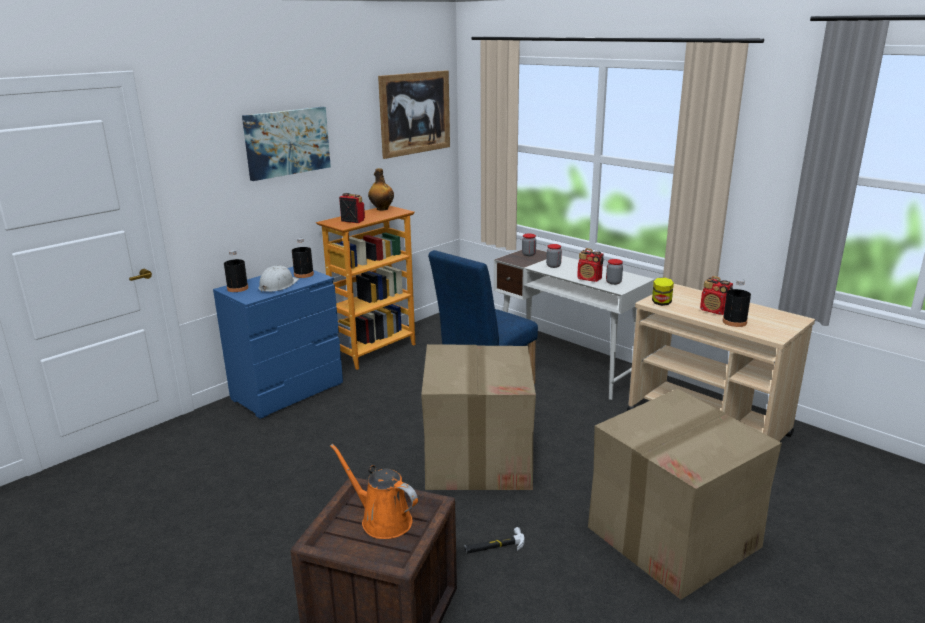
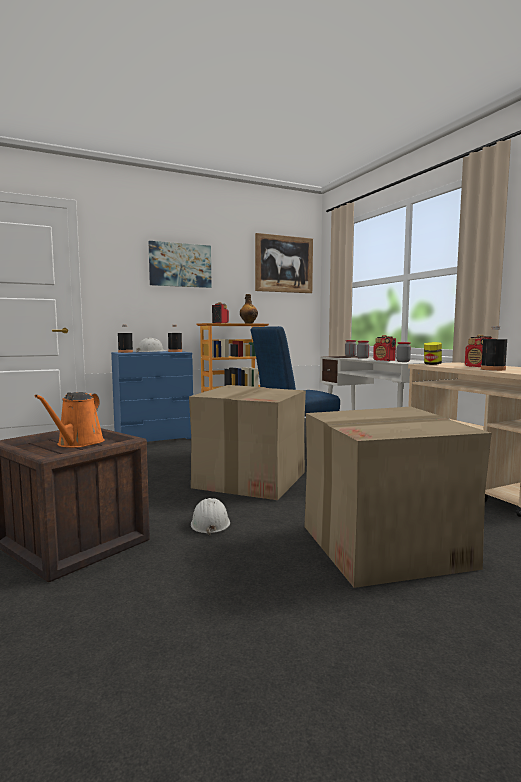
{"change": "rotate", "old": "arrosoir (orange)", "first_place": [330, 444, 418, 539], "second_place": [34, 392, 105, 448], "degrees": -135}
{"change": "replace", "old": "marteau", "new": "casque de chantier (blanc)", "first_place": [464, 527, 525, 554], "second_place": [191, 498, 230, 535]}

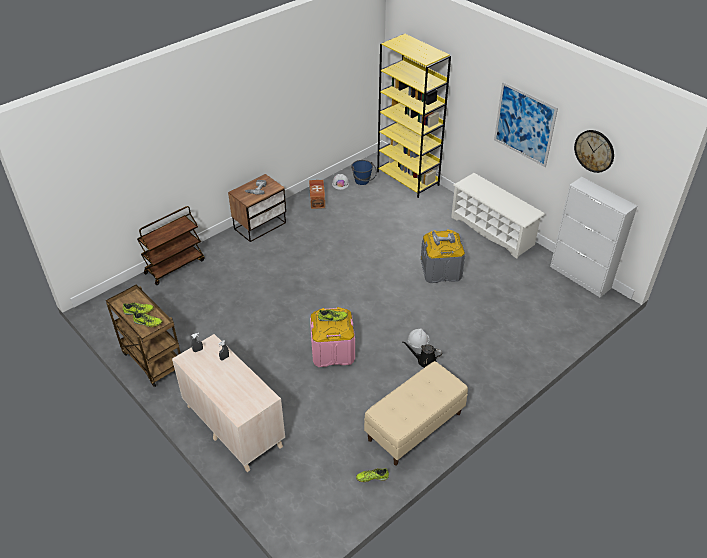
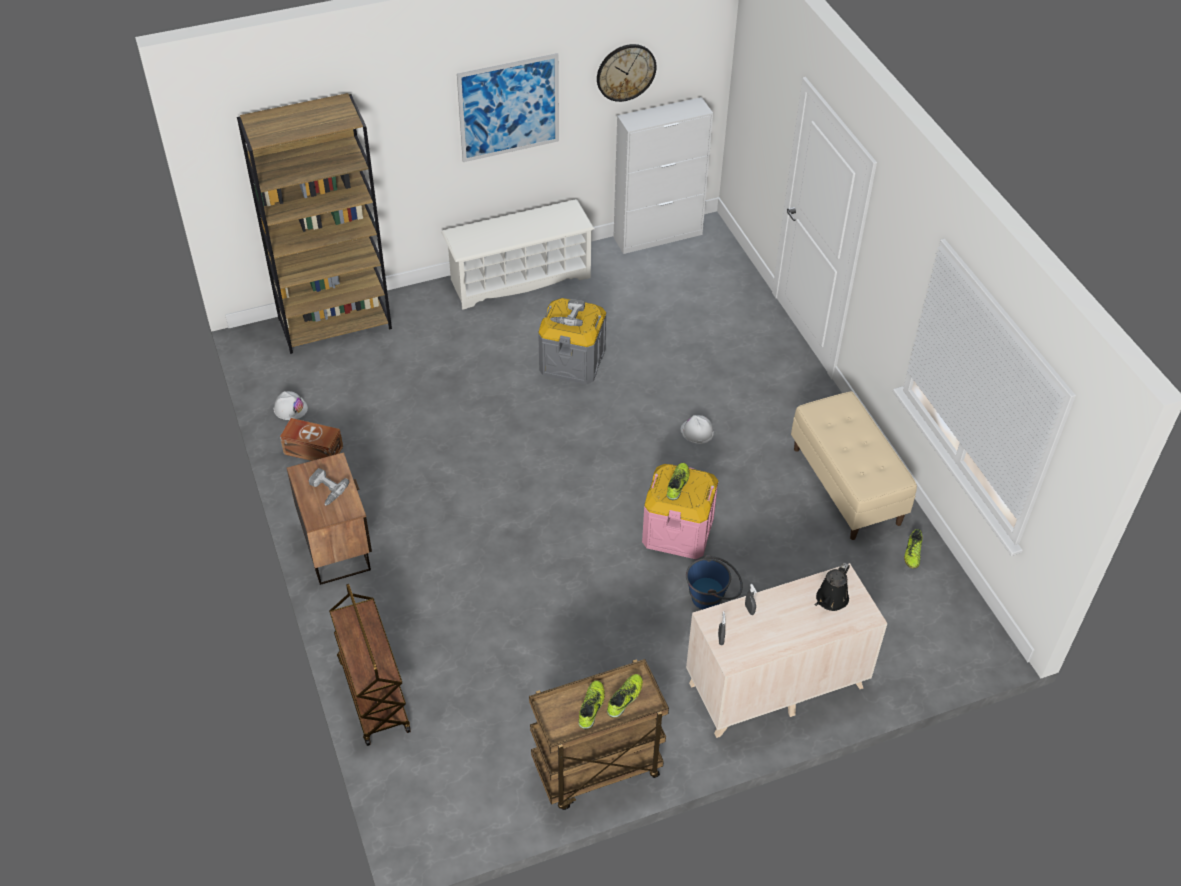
{"change": "move", "old": "seau (bleu)", "first_place": [351, 160, 377, 185], "second_place": [686, 555, 743, 609]}
{"change": "recolor", "old": "bibliothèque (jaune)", "new": "bibliothèque (marron)", "first_place": [377, 34, 451, 198], "second_place": [237, 93, 392, 354]}
{"change": "move", "old": "arrosoir (noir)", "first_place": [402, 341, 442, 368], "second_place": [815, 563, 850, 611]}

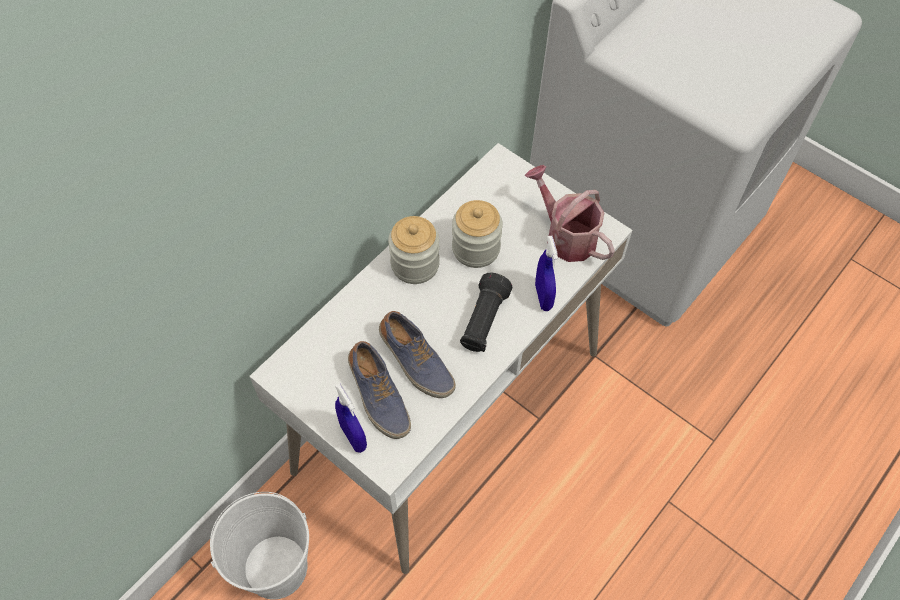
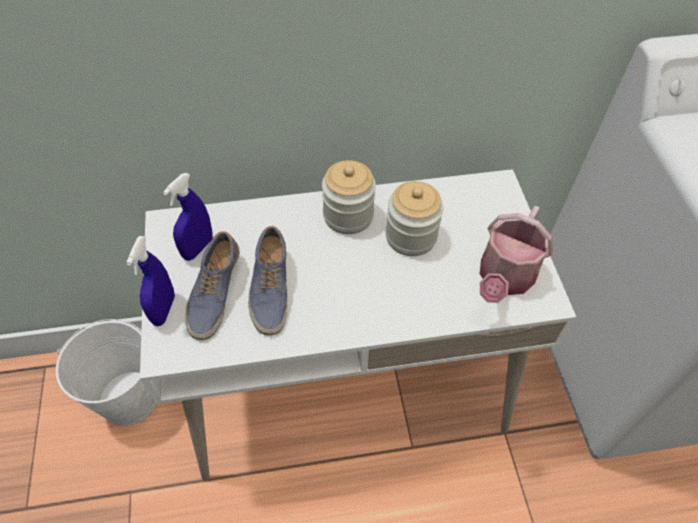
{"change": "delete", "old": "lampe de poche (noir)", "first_place": [460, 273, 512, 352]}
{"change": "rotate", "old": "arrosoir", "first_place": [525, 165, 615, 262], "second_place": [480, 206, 553, 303], "degrees": -150}
{"change": "move", "old": "vaporisateur (bleu)", "first_place": [535, 236, 558, 311], "second_place": [163, 173, 212, 261]}

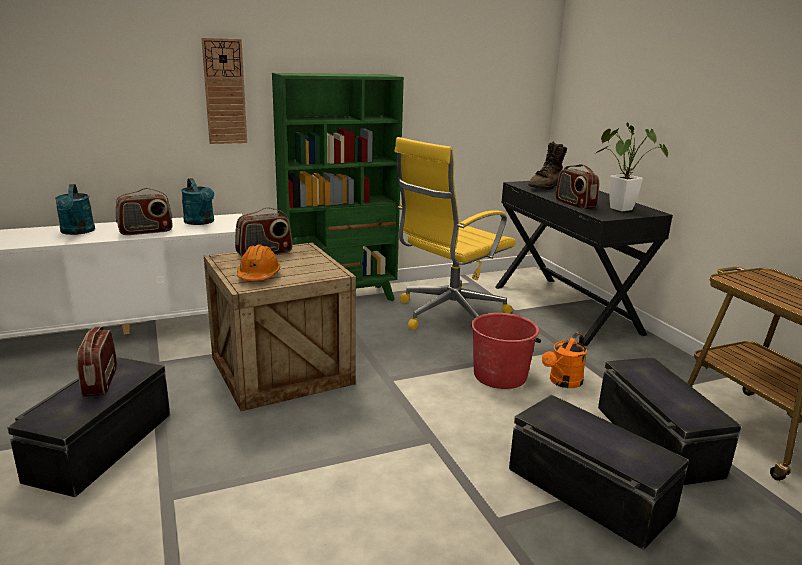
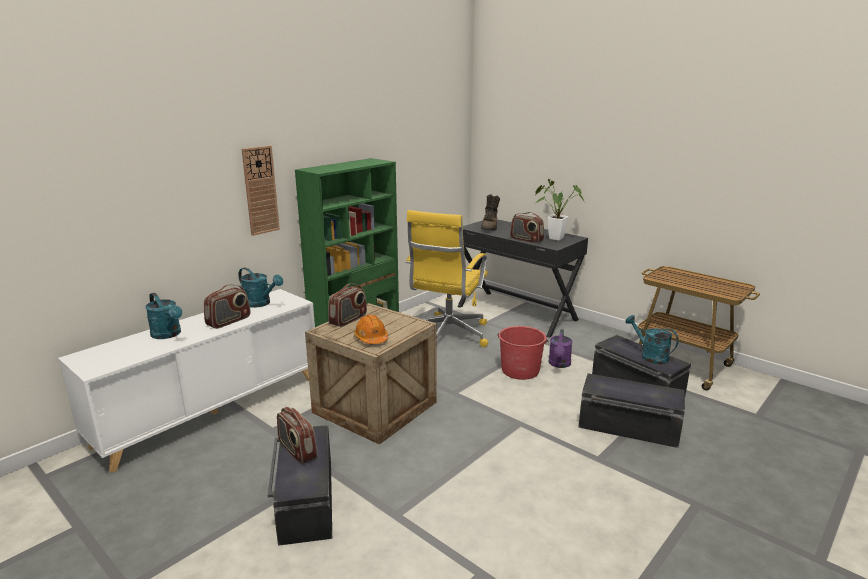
{"change": "recolor", "old": "arrosoir (orange)", "new": "arrosoir (violet)", "first_place": [542, 333, 587, 388], "second_place": [548, 329, 573, 368]}
{"change": "insert", "new": "arrosoir (turquoise)", "second_place": [625, 315, 679, 364]}

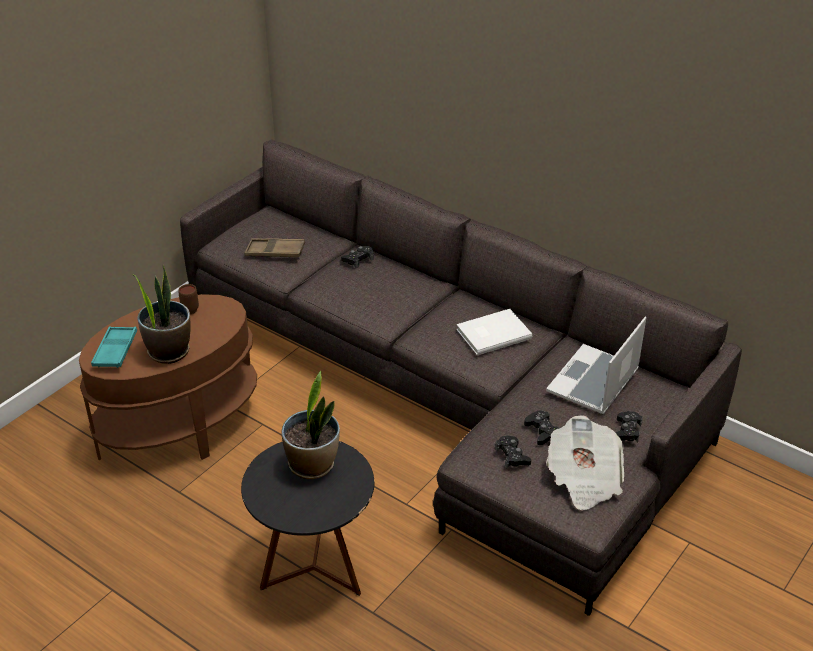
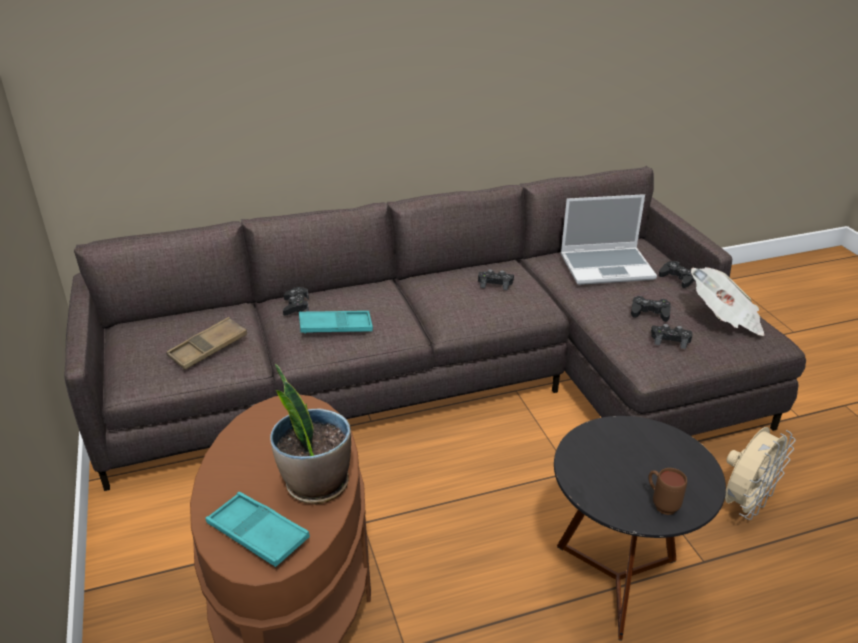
{"change": "move", "old": "mug (marron)", "first_place": [178, 284, 199, 314], "second_place": [648, 468, 687, 515]}
{"change": "delete", "old": "plante en pot", "first_place": [281, 371, 340, 479]}
{"change": "replace", "old": "livre (blanc)", "new": "manette (noir)", "first_place": [456, 309, 532, 355], "second_place": [478, 269, 514, 290]}
{"change": "rotate", "old": "ordinateur portable", "first_place": [546, 317, 646, 414], "second_place": [561, 194, 657, 285], "degrees": -75}
{"change": "insert", "new": "plateau (turquoise)", "second_place": [299, 311, 373, 334]}
{"change": "insert", "new": "ventilateur (beige)", "second_place": [725, 427, 796, 520]}

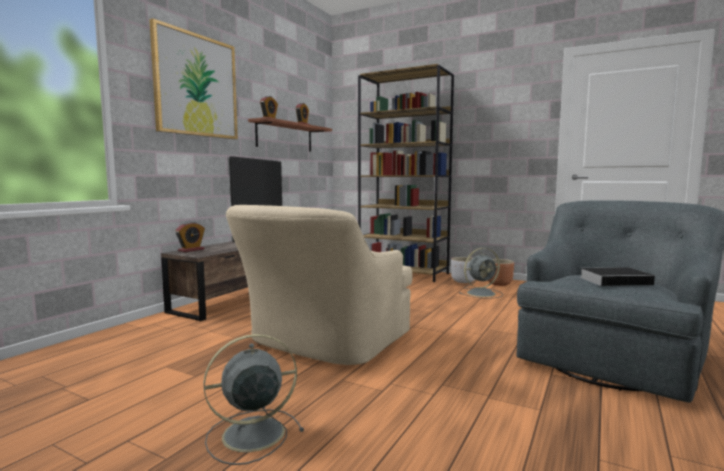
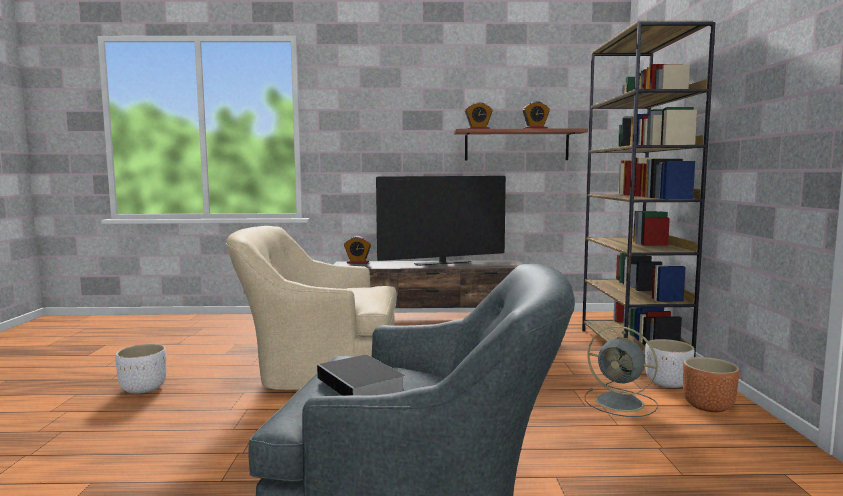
{"change": "delete", "old": "tableau", "first_place": [149, 18, 238, 139]}
{"change": "replace", "old": "ventilateur (gris)", "new": "cache-pot (blanc)", "first_place": [204, 334, 304, 465], "second_place": [115, 344, 167, 394]}

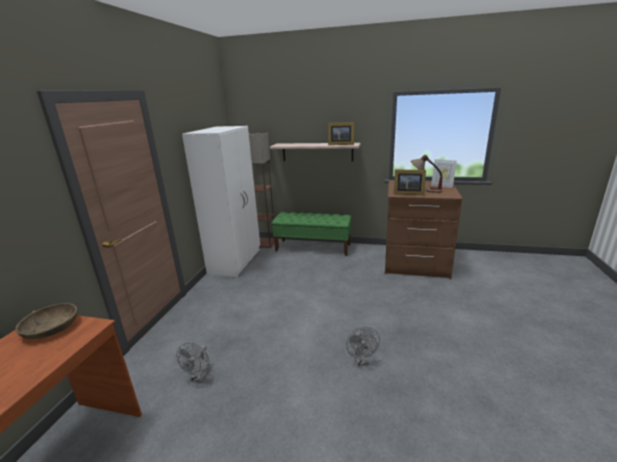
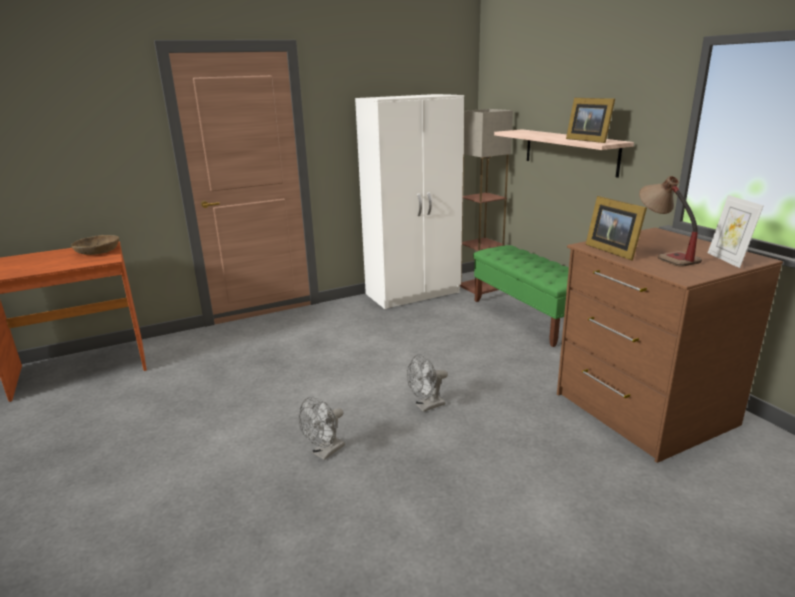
{"change": "move", "old": "ventilateur (gris)", "first_place": [177, 343, 211, 383], "second_place": [407, 354, 448, 412]}

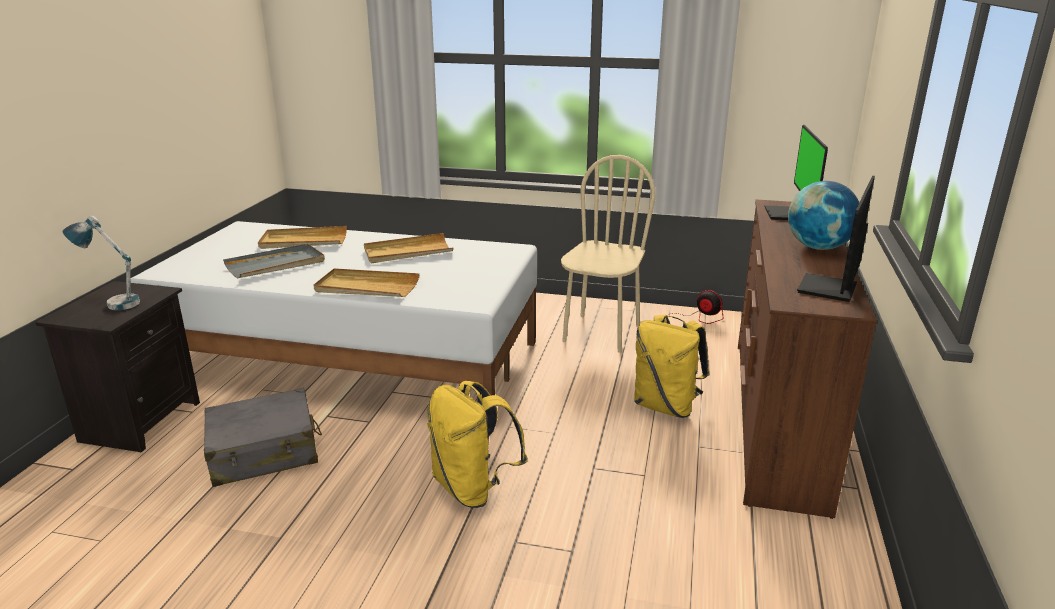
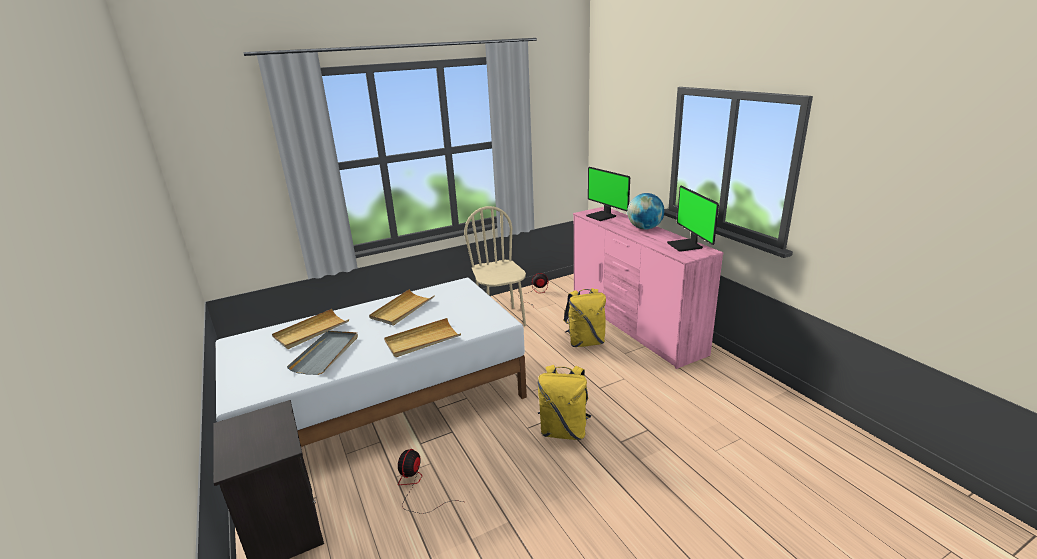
{"change": "delete", "old": "lampe de table", "first_place": [63, 216, 140, 310]}
{"change": "replace", "old": "valise (gris)", "new": "ventilateur", "first_place": [204, 388, 322, 487], "second_place": [398, 449, 463, 514]}
{"change": "recolor", "old": "commode (marron)", "new": "commode (rose)", "first_place": [738, 199, 877, 519], "second_place": [573, 207, 724, 369]}

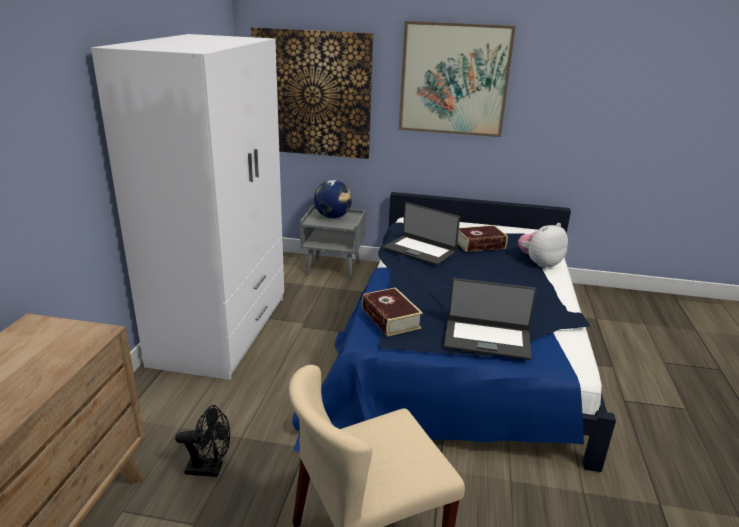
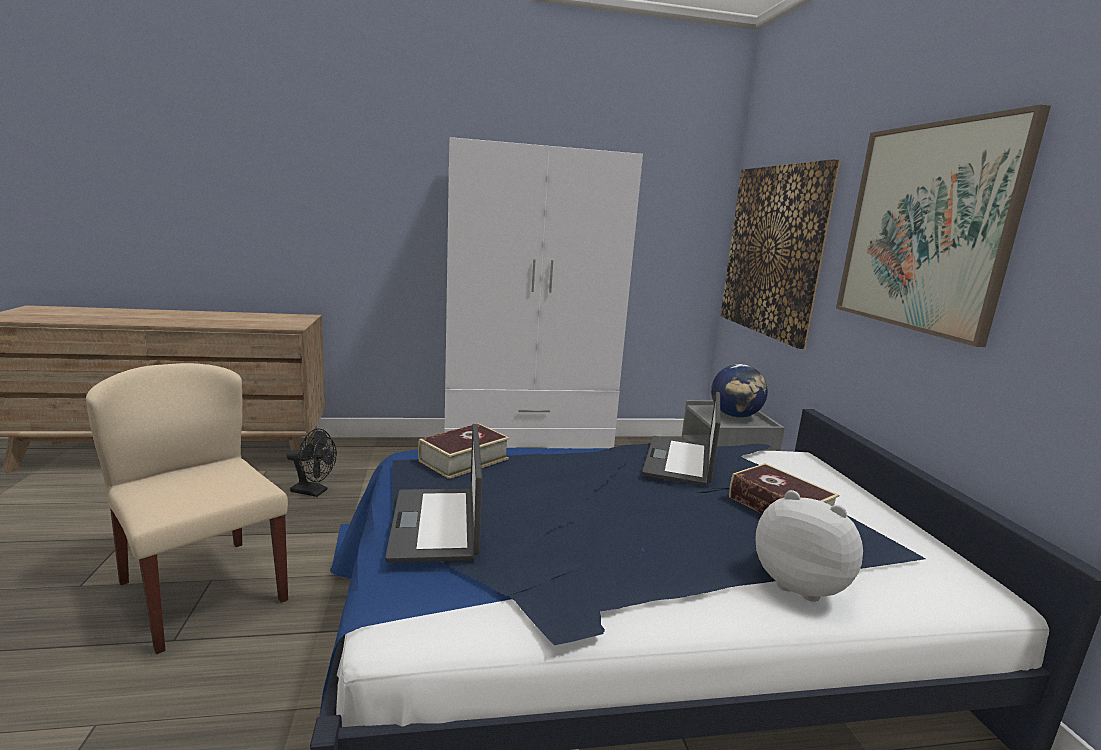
{"change": "rotate", "old": "ventilateur (noir)", "first_place": [175, 405, 230, 477], "second_place": [286, 428, 337, 497], "degrees": -60}

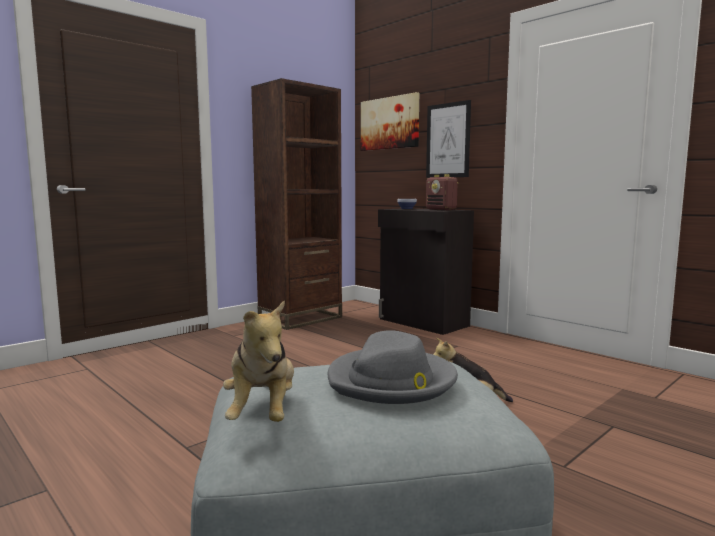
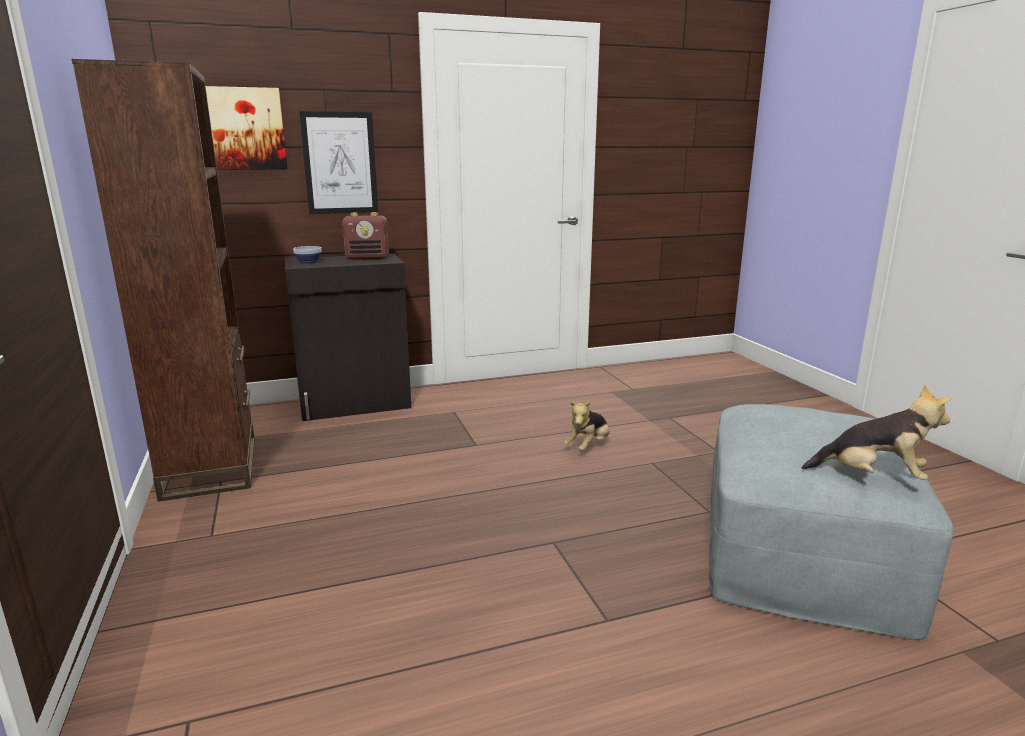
{"change": "delete", "old": "chapeau (gris)", "first_place": [328, 330, 458, 404]}

